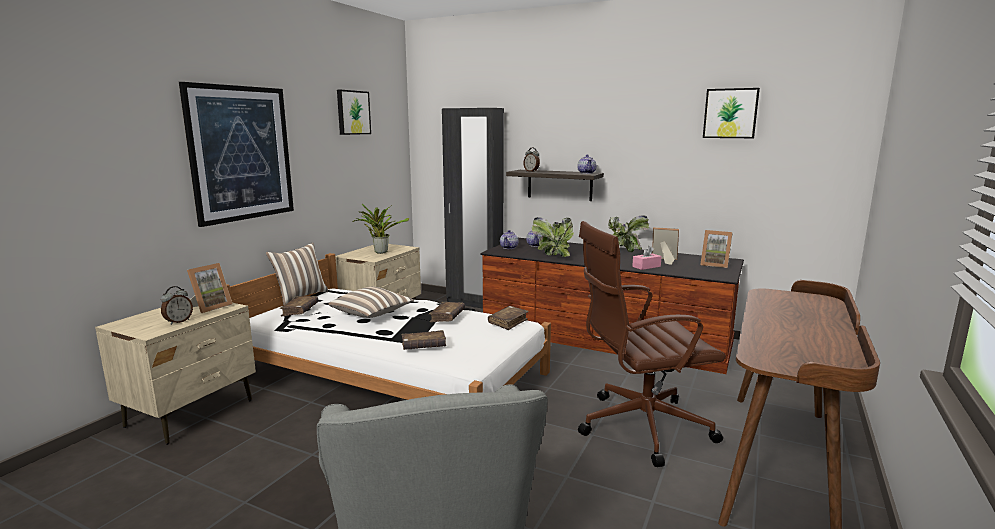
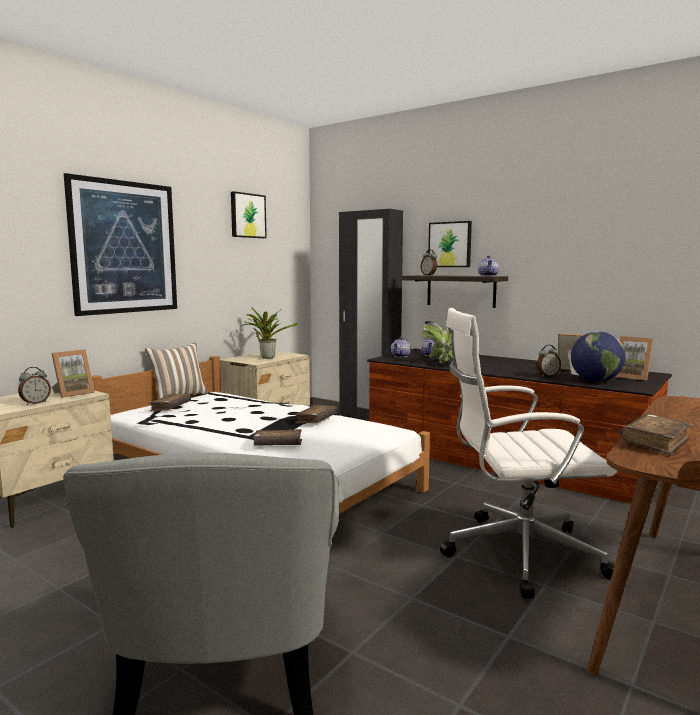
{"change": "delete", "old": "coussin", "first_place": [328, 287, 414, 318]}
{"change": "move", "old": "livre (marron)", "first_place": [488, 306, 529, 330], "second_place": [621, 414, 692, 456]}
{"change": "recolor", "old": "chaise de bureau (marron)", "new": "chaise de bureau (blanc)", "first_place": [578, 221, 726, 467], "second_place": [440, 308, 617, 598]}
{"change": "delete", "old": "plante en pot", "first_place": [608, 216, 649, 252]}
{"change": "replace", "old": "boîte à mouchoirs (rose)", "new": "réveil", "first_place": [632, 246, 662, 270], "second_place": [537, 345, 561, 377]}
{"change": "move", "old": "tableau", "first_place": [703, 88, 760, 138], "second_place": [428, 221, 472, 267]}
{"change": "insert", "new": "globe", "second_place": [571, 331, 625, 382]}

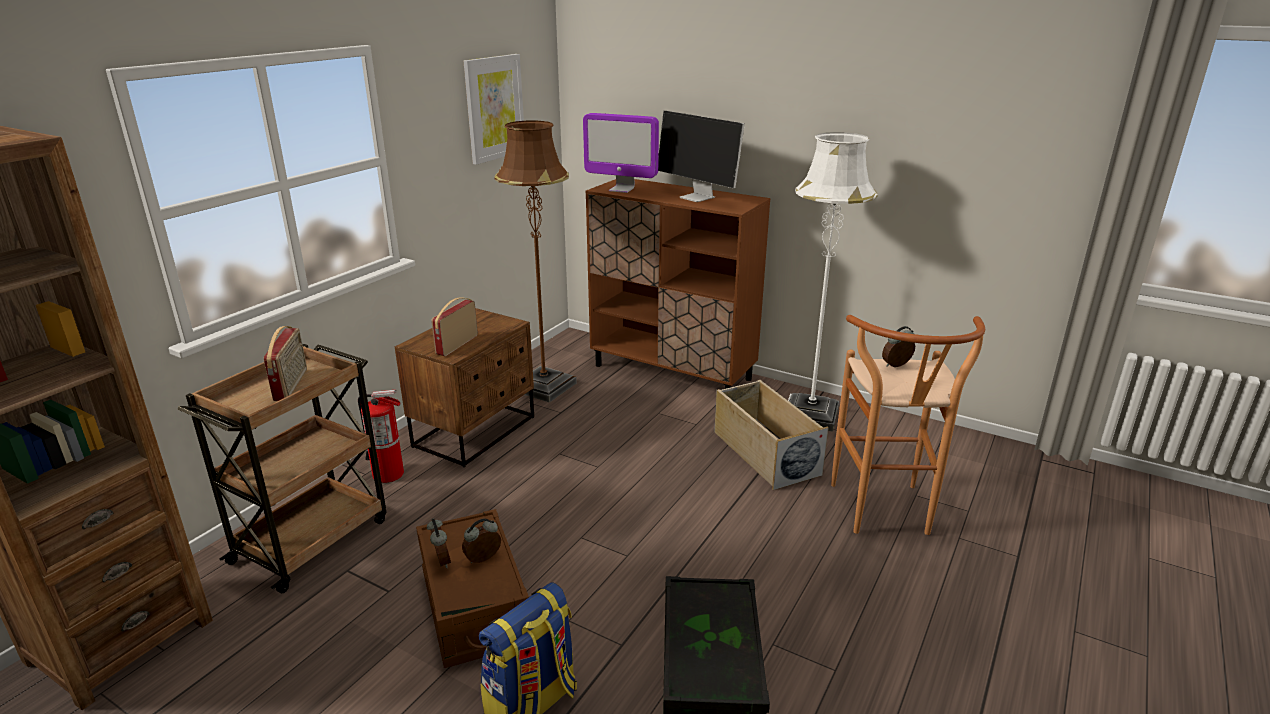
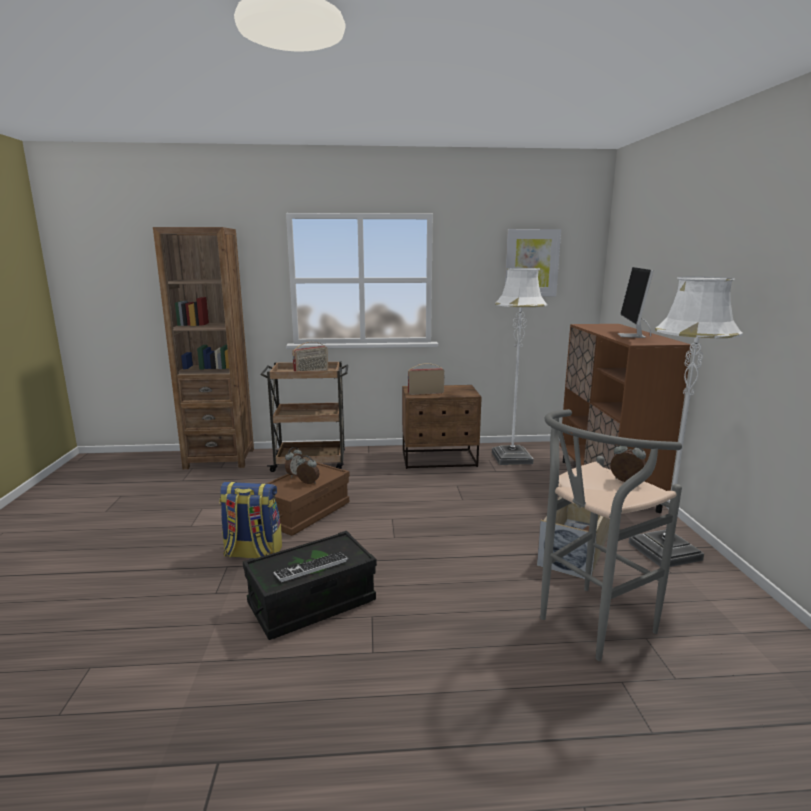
{"change": "delete", "old": "extincteur", "first_place": [358, 390, 404, 483]}
{"change": "recolor", "old": "lampadaire (marron)", "new": "lampadaire (blanc)", "first_place": [494, 121, 577, 403], "second_place": [492, 268, 547, 465]}
{"change": "delete", "old": "écran d'ordinateur", "first_place": [583, 113, 659, 193]}
{"change": "recolor", "old": "tabouret (marron)", "new": "tabouret (gris)", "first_place": [831, 315, 985, 535], "second_place": [540, 409, 682, 661]}
{"change": "insert", "new": "clavier", "second_place": [273, 552, 348, 582]}

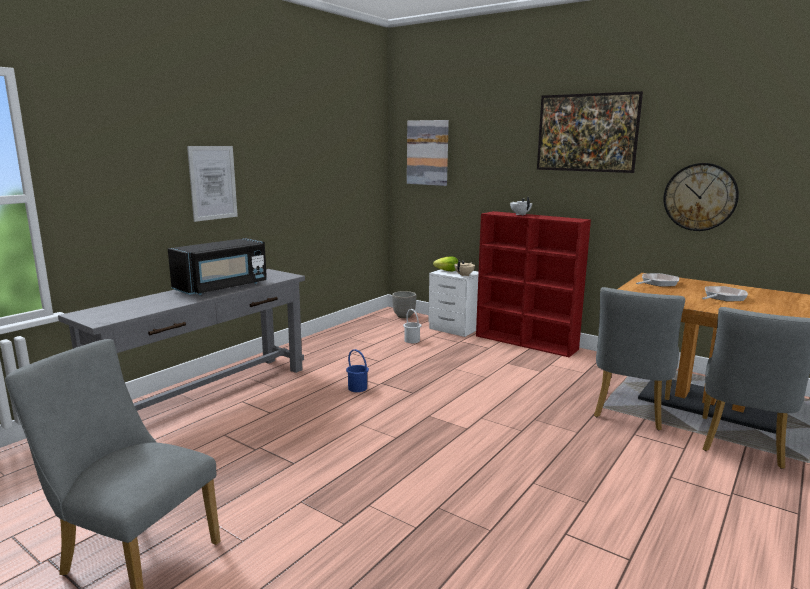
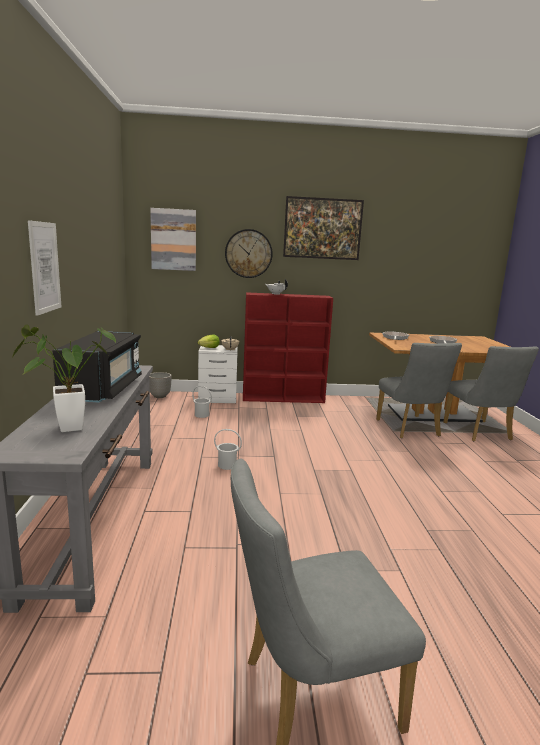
{"change": "recolor", "old": "seau (bleu)", "new": "seau (blanc)", "first_place": [346, 349, 369, 392], "second_place": [214, 429, 242, 470]}
{"change": "move", "old": "horloge murale", "first_place": [663, 163, 739, 231], "second_place": [225, 229, 273, 278]}
{"change": "insert", "new": "plante en pot", "second_place": [12, 324, 116, 432]}

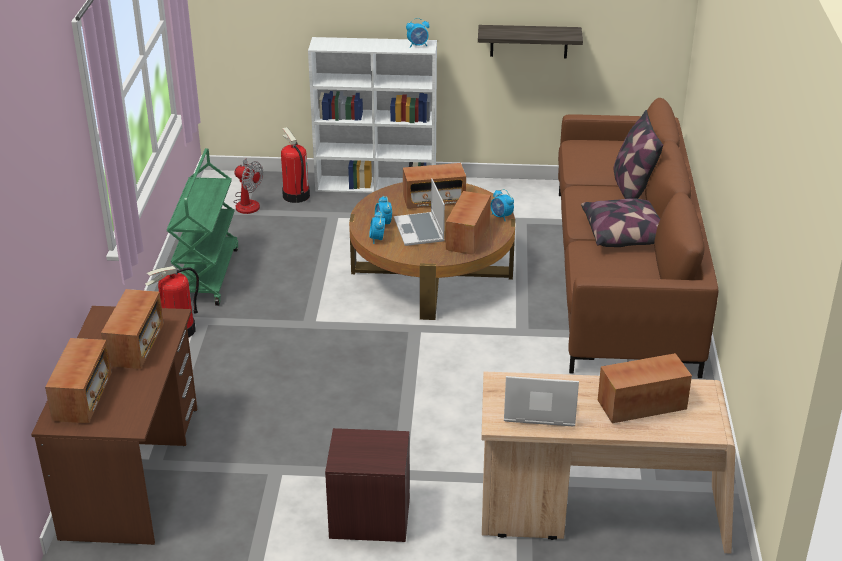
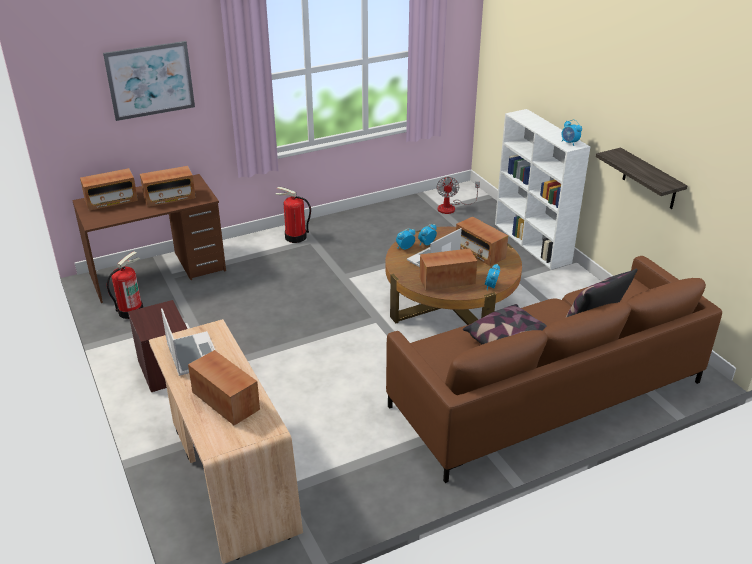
{"change": "delete", "old": "chariot (vert)", "first_place": [167, 148, 238, 306]}
{"change": "move", "old": "extincteur", "first_place": [281, 127, 310, 203], "second_place": [107, 252, 143, 319]}
{"change": "insert", "new": "tableau", "second_place": [103, 41, 195, 121]}

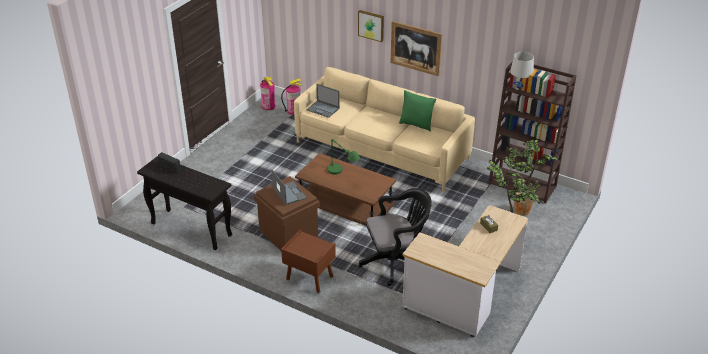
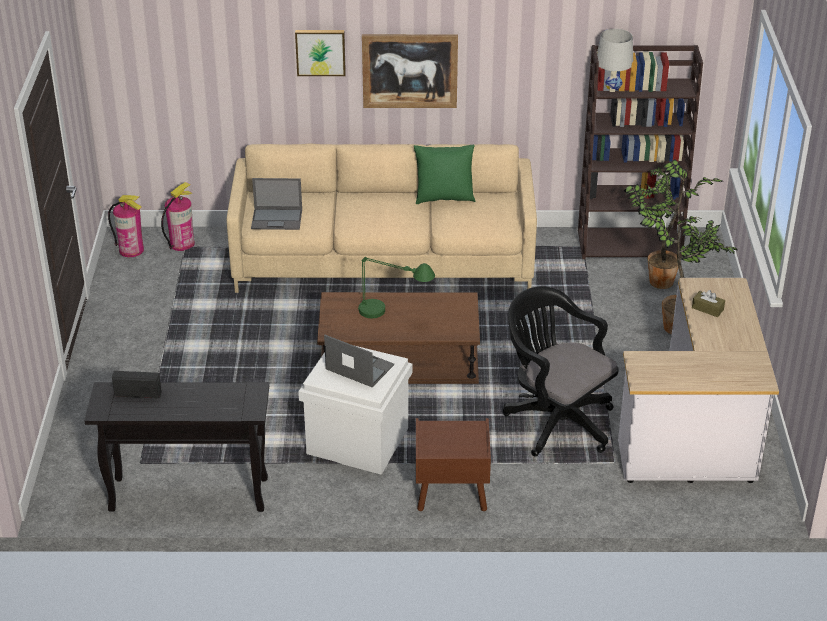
{"change": "recolor", "old": "boîte de rangement (marron)", "new": "boîte de rangement (blanc)", "first_place": [254, 176, 320, 251], "second_place": [298, 346, 412, 475]}
{"change": "rotate", "old": "chaise de bureau (noir)", "first_place": [358, 188, 432, 286], "second_place": [503, 286, 619, 456], "degrees": -90}

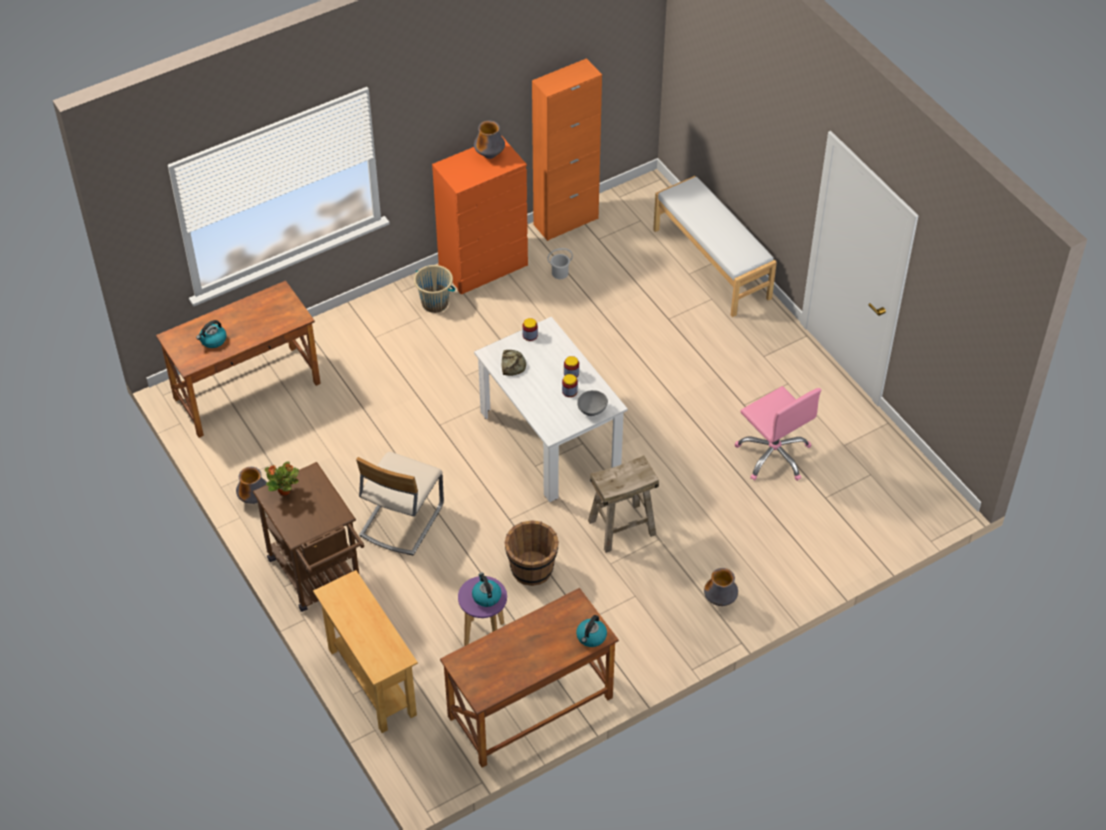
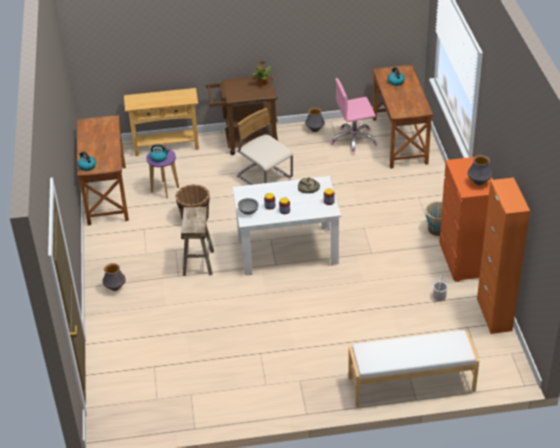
{"change": "move", "old": "chaise de bureau (rose)", "first_place": [735, 386, 821, 481], "second_place": [330, 78, 378, 155]}

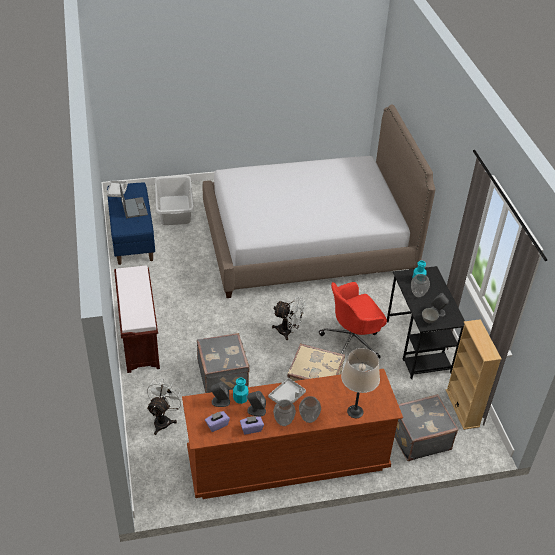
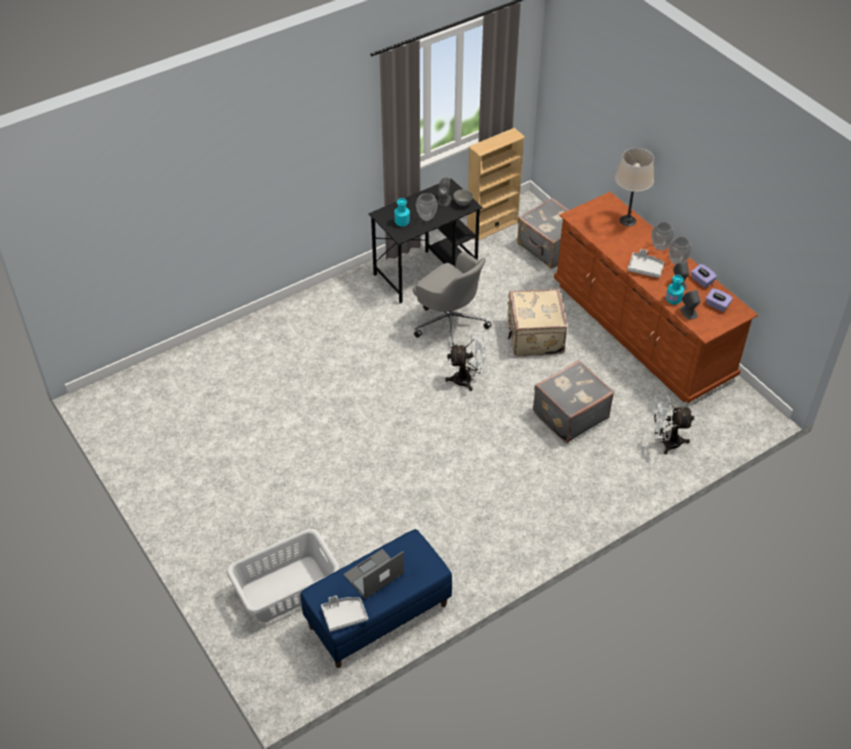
{"change": "delete", "old": "banc (marron)", "first_place": [114, 265, 160, 373]}
{"change": "delete", "old": "lit", "first_place": [203, 105, 436, 298]}
{"change": "rotate", "old": "ventilateur (blanc)", "first_place": [272, 296, 306, 340], "second_place": [445, 334, 485, 391], "degrees": 90}
{"change": "recolor", "old": "chaise de bureau (rouge)", "new": "chaise de bureau (gris)", "first_place": [319, 282, 387, 358], "second_place": [413, 252, 492, 346]}

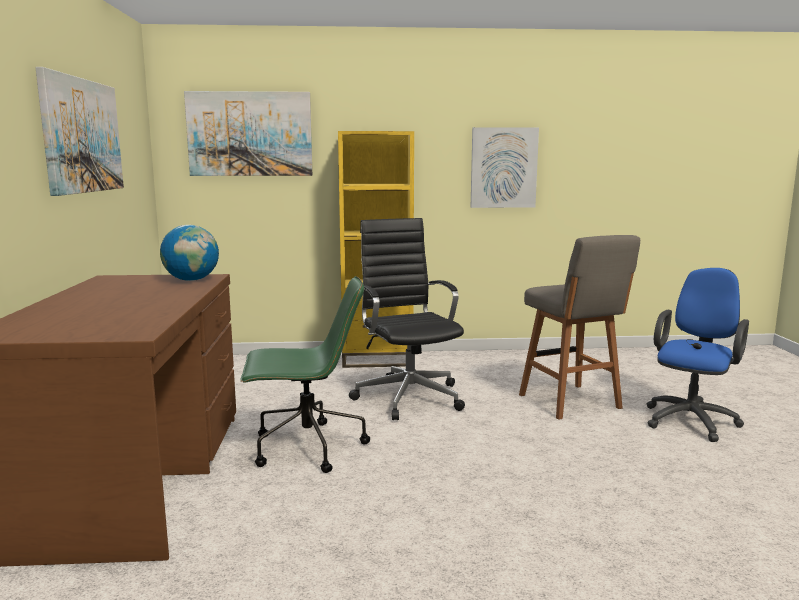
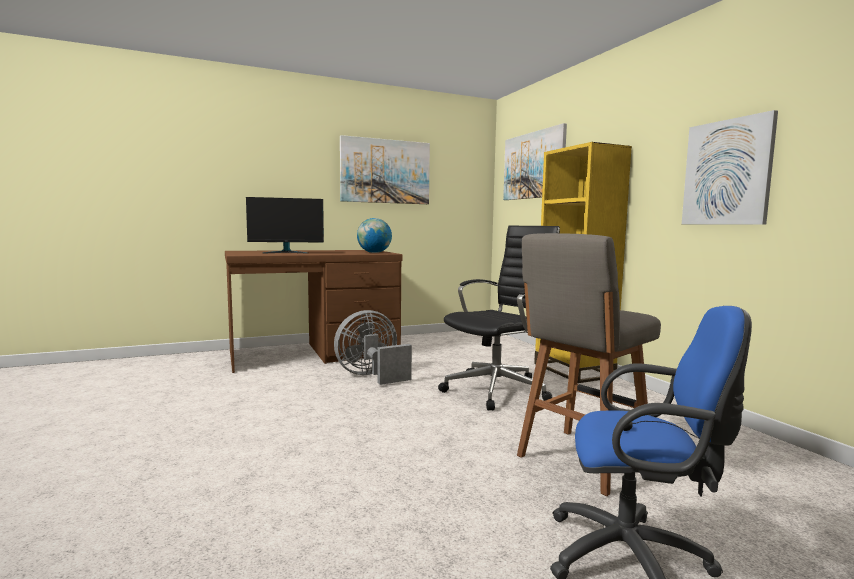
{"change": "replace", "old": "chaise de bureau (vert)", "new": "ventilateur (gris)", "first_place": [240, 276, 370, 473], "second_place": [334, 310, 412, 385]}
{"change": "insert", "new": "écran d'ordinateur", "second_place": [246, 197, 324, 254]}

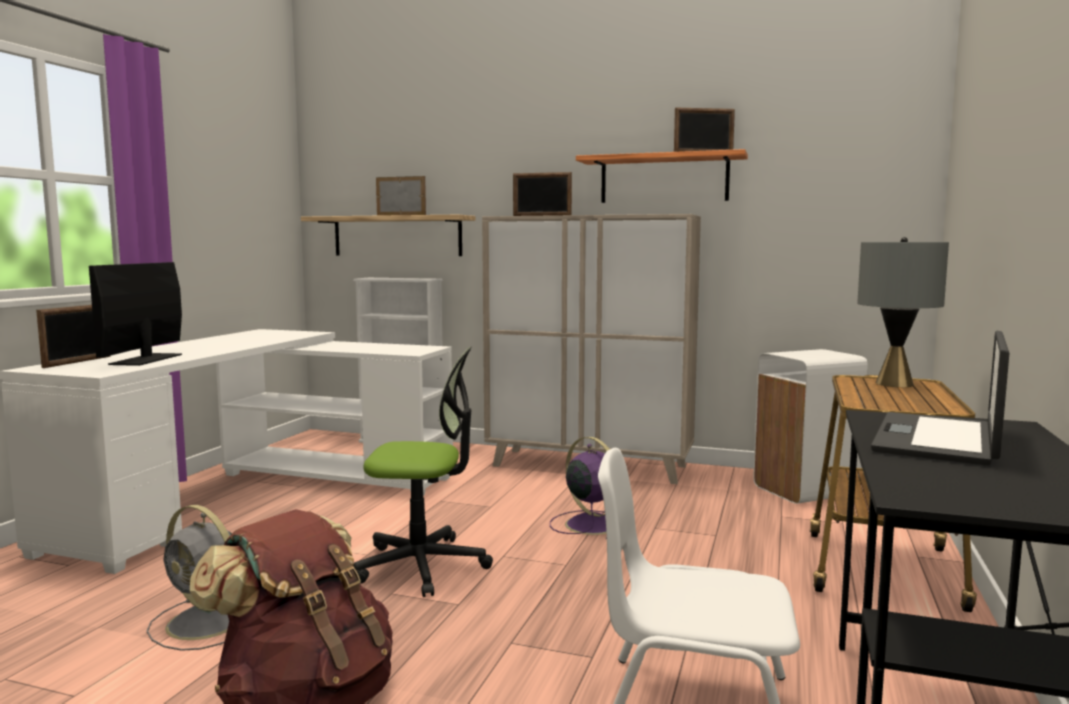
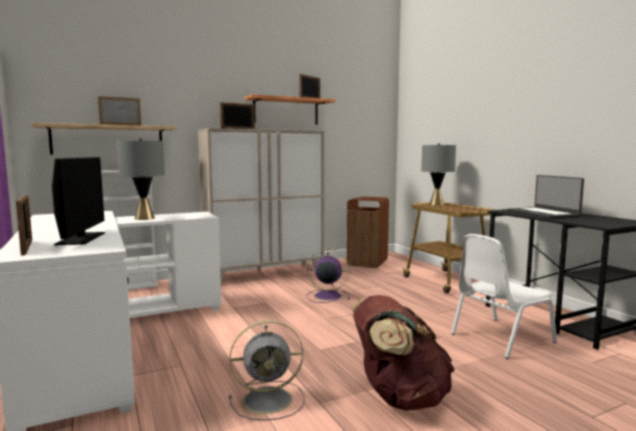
{"change": "rotate", "old": "écran d'ordinateur", "first_place": [89, 262, 182, 366], "second_place": [52, 157, 105, 245], "degrees": -150}
{"change": "delete", "old": "chaise de bureau", "first_place": [353, 347, 493, 597]}
{"change": "recolor", "old": "poubelle (blanc)", "new": "poubelle (marron)", "first_place": [754, 349, 868, 504], "second_place": [347, 196, 389, 268]}
{"change": "insert", "new": "lampe de table (gris)", "second_place": [117, 138, 165, 220]}

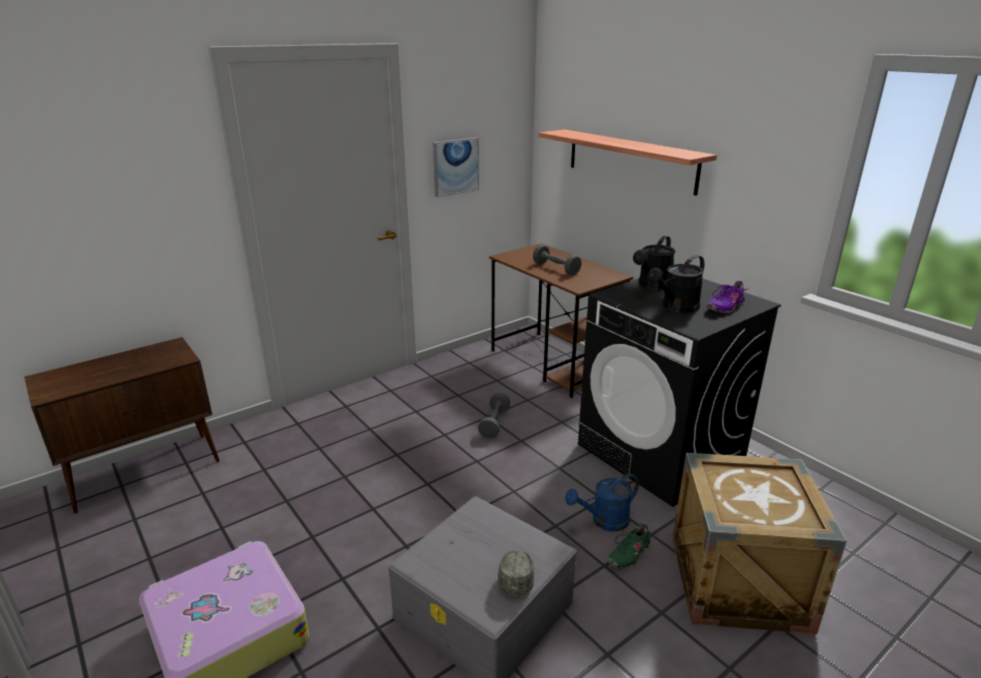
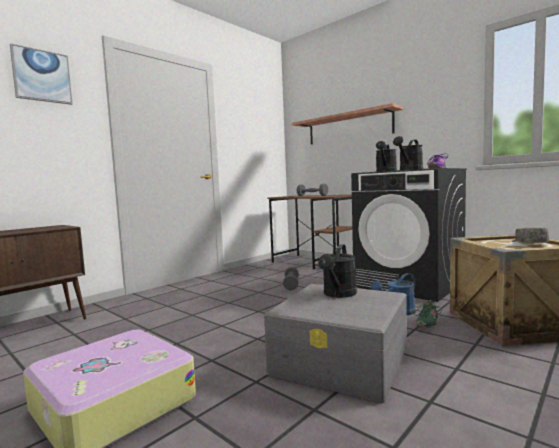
{"change": "move", "old": "tableau", "first_place": [433, 138, 479, 197], "second_place": [10, 43, 73, 105]}
{"change": "move", "old": "casquette (gris)", "first_place": [498, 550, 534, 596], "second_place": [512, 227, 549, 243]}
{"change": "insert", "new": "arrosoir (noir)", "second_place": [318, 244, 357, 298]}

